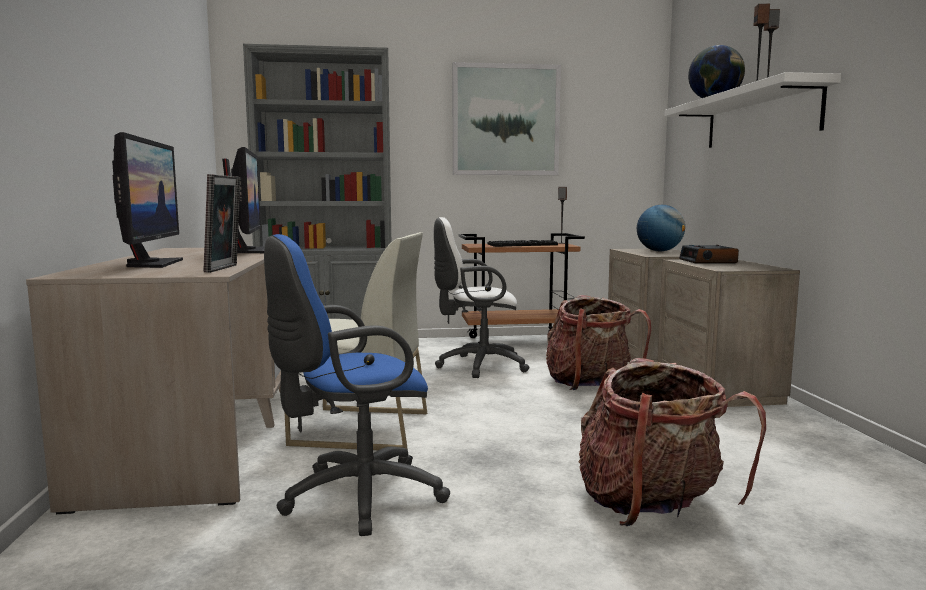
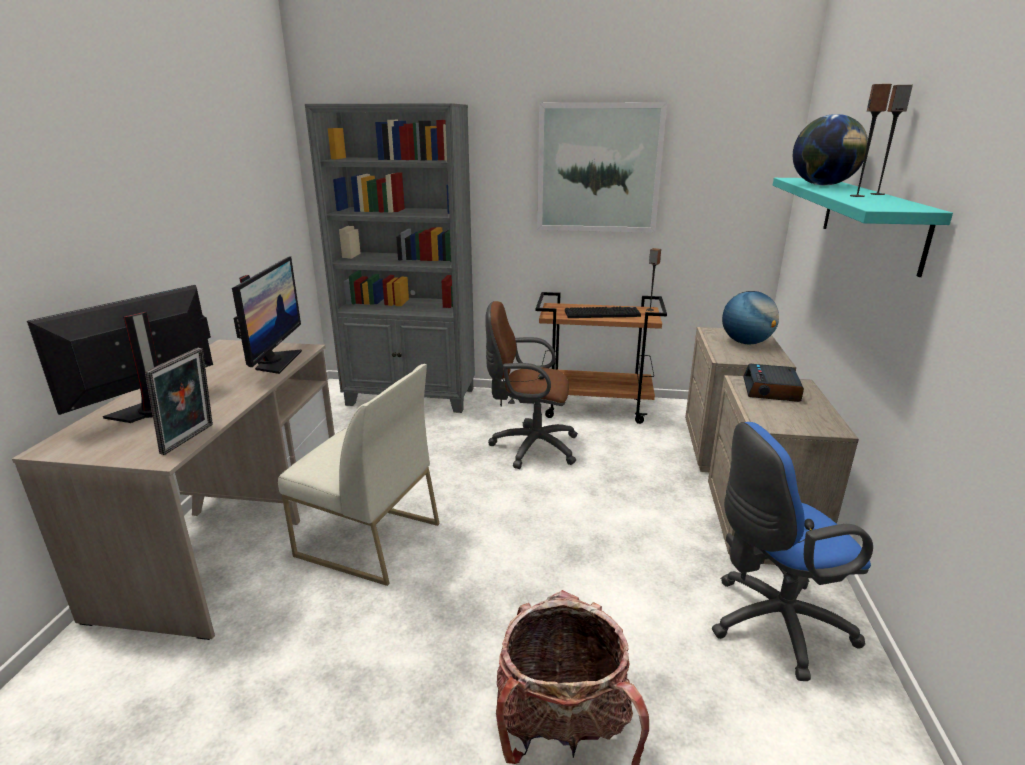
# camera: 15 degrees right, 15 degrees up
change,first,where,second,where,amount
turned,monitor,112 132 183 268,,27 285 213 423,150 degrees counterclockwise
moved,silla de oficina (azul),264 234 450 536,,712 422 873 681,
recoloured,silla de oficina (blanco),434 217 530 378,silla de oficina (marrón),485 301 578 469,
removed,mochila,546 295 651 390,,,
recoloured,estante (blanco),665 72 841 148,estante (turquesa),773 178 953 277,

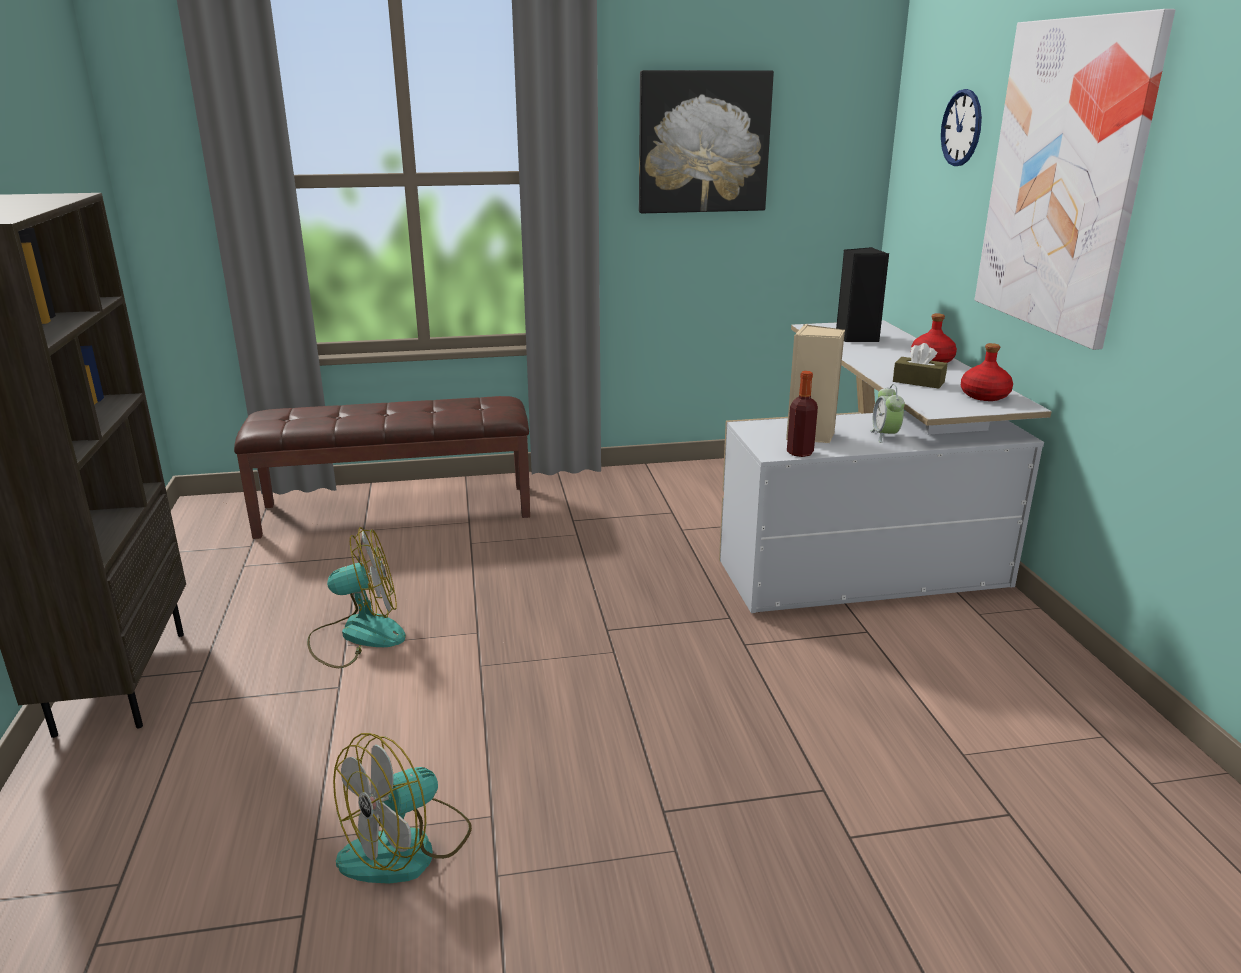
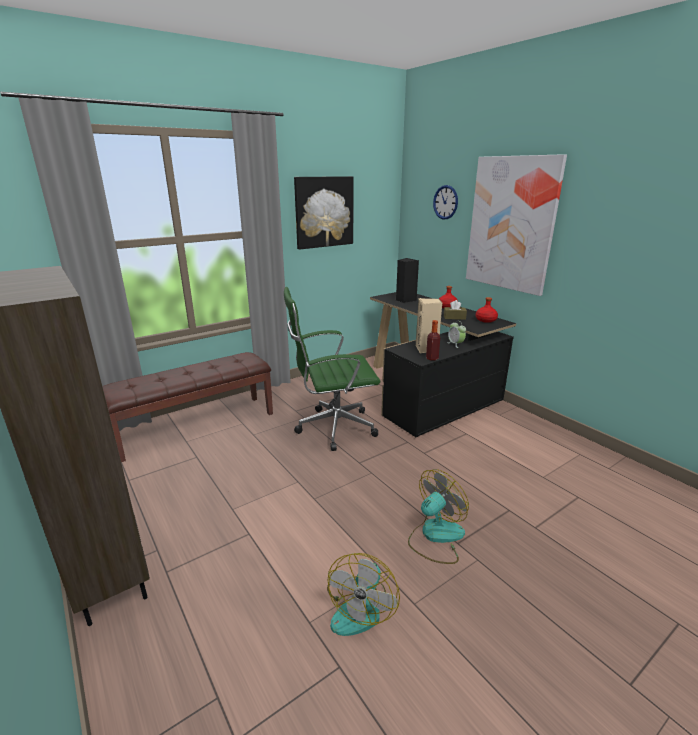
# camera: 25 degrees left, 0 degrees up
change,first,where,second,where,amount
moved,ventilador,307 527 406 668,,408 469 469 564,
recoloured,escritorio (blanco),719 320 1052 613,escritorio (negro),370 292 516 437,
added,,,silla de oficina (verde),284 287 380 451,

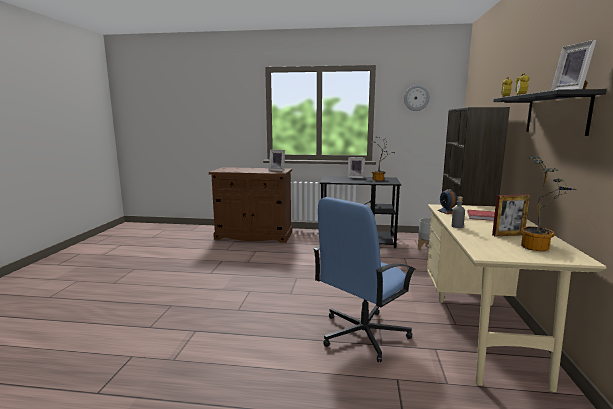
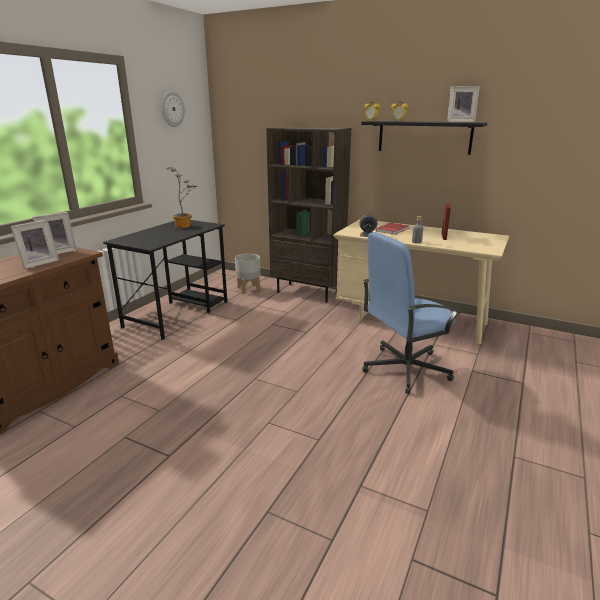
# camera: 70 degrees left, 10 degrees up
change,first,where,second,where,amount
turned,silla de oficina (azul),313 197 416 362,,363 232 461 394,90 degrees clockwise
moved,portarretratos,347 157 365 178,,11 220 59 269,
removed,planta en maceta,520 157 577 251,,,

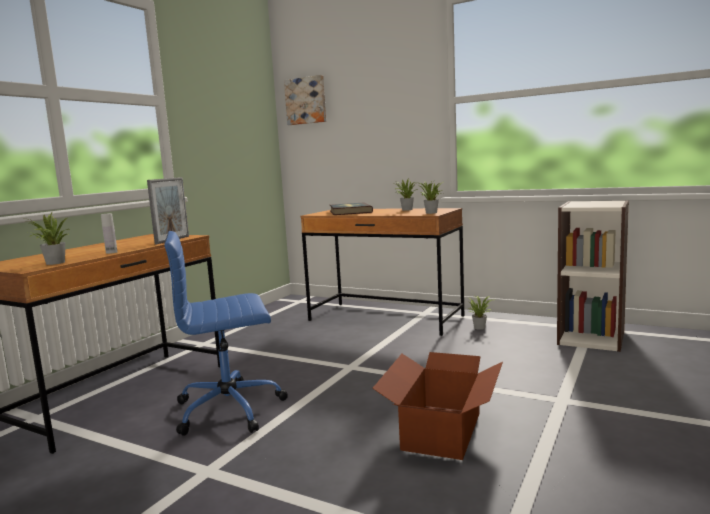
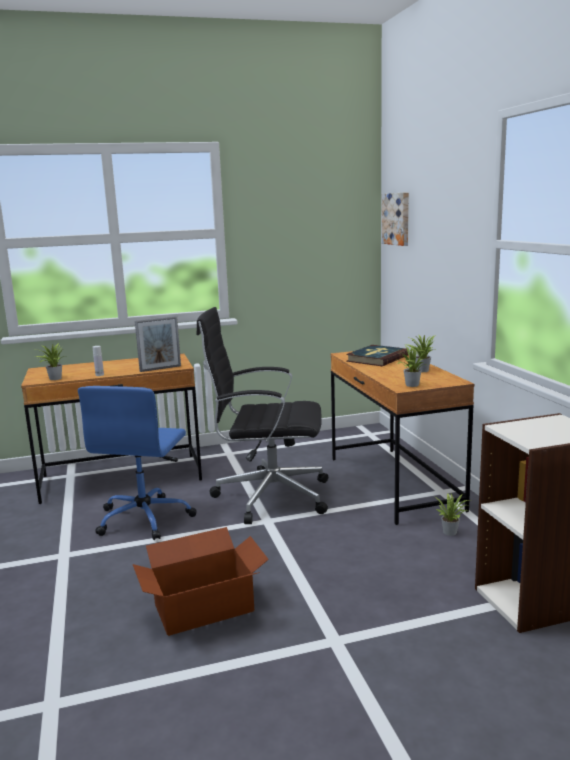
# camera: 45 degrees right, 5 degrees up
change,first,where,second,where,amount
turned,silla de oficina (azul),164 231 288 436,,78 386 197 540,105 degrees counterclockwise
added,,,silla de oficina (negro),196 307 328 524,

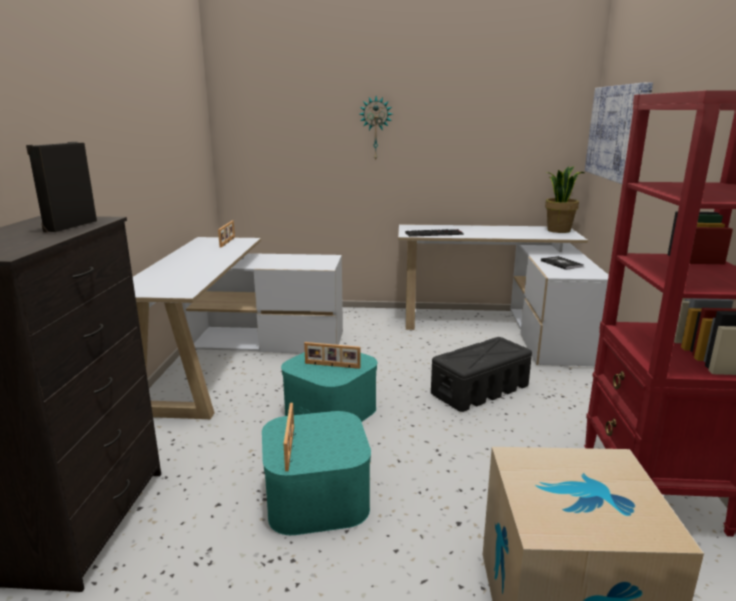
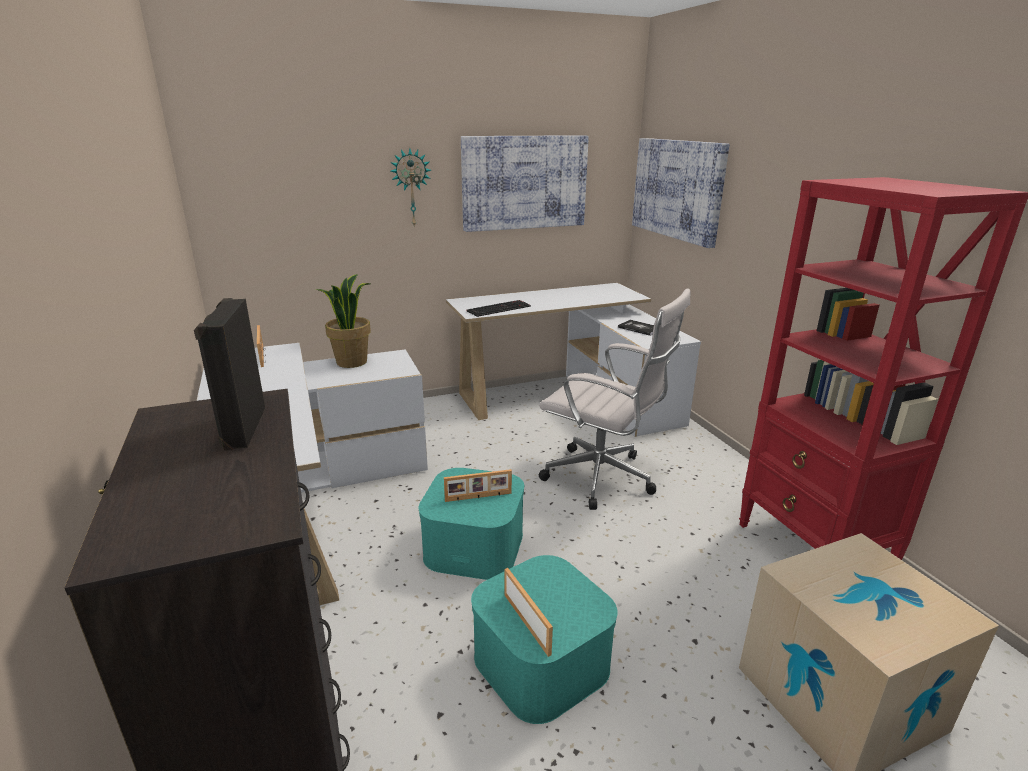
# camera: 25 degrees left, 5 degrees up
change,first,where,second,where,amount
replaced,caja de almacenaje (negro),431 337 532 412,silla de oficina (blanco),539 288 691 510,
moved,planta en maceta,545 166 584 233,,316 274 371 368,
added,,,cuadro,461 135 589 232,

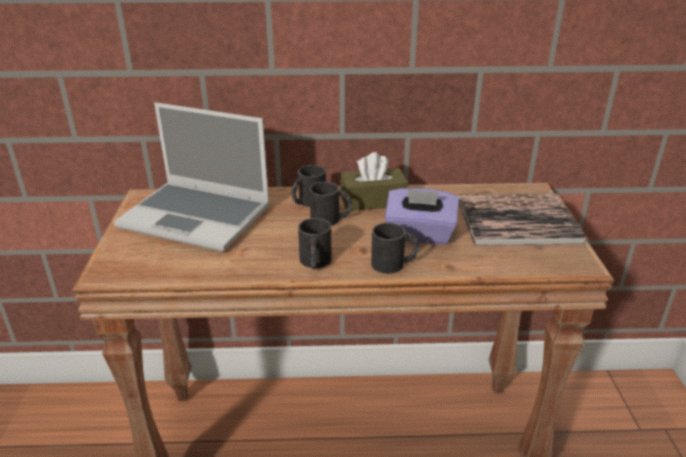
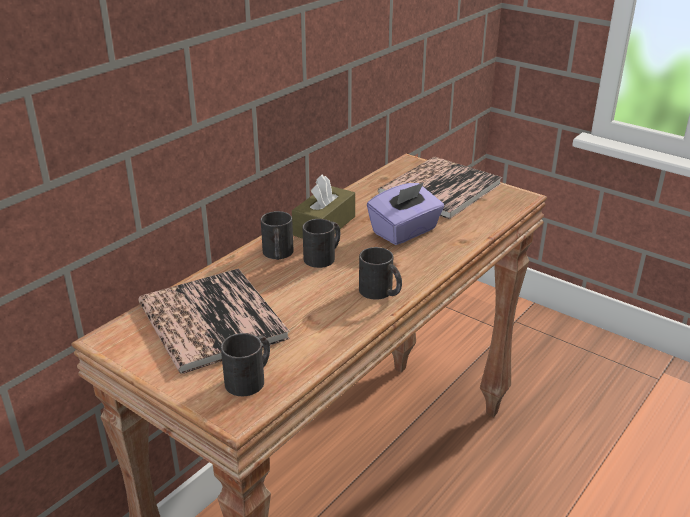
# camera: 50 degrees left, 0 degrees up
change,first,where,second,where,amount
replaced,portátil,114 102 270 252,libro,138 268 290 374,
moved,taza grande (negro),371 223 419 274,,221 333 270 396,

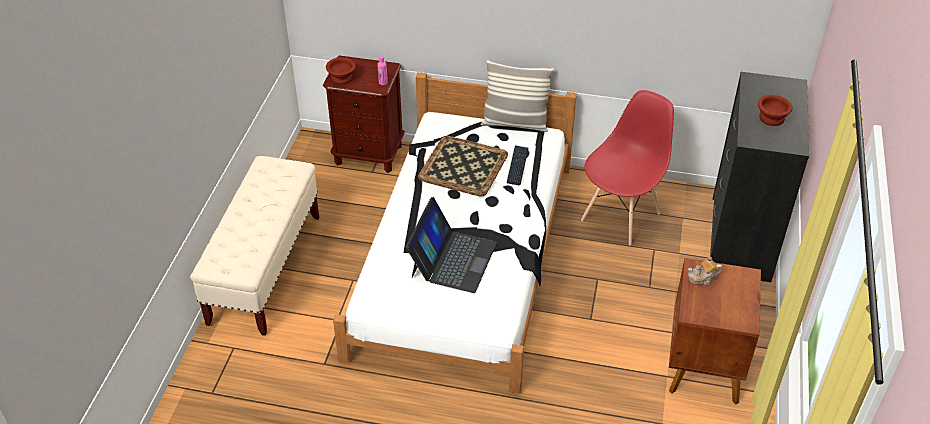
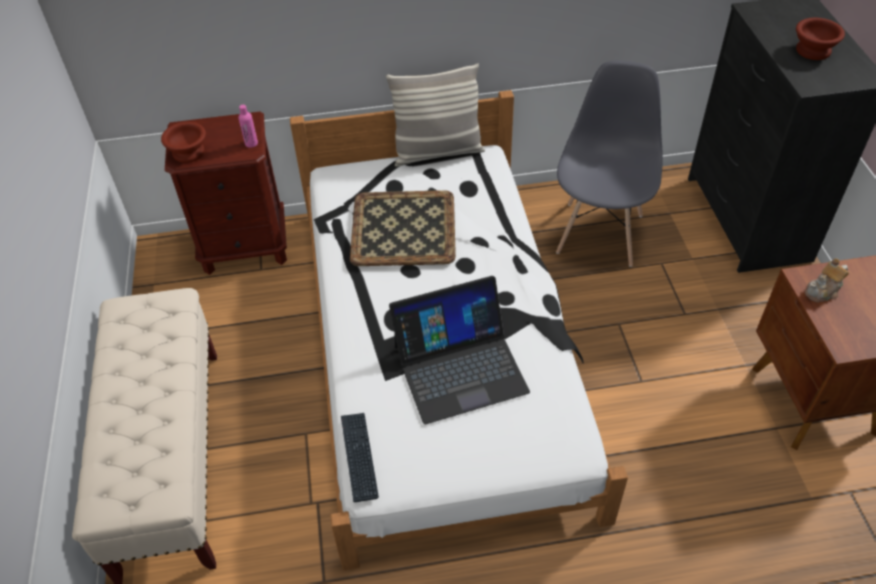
# camera: 20 degrees left, 5 degrees up
change,first,where,second,where,amount
turned,portátil,406 197 497 293,,389 276 530 424,75 degrees clockwise
moved,teclado,507 145 528 185,,341 413 379 502,
recoloured,silla (rojo),581 90 674 245,silla (gris),556 61 663 267,

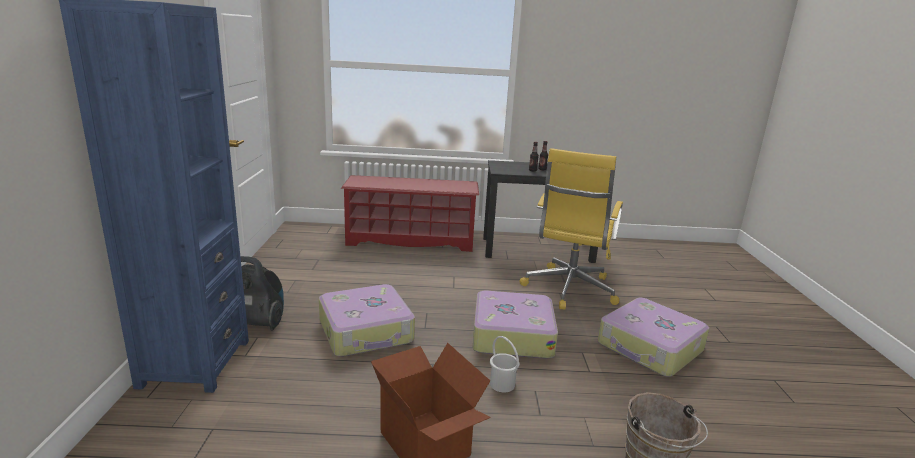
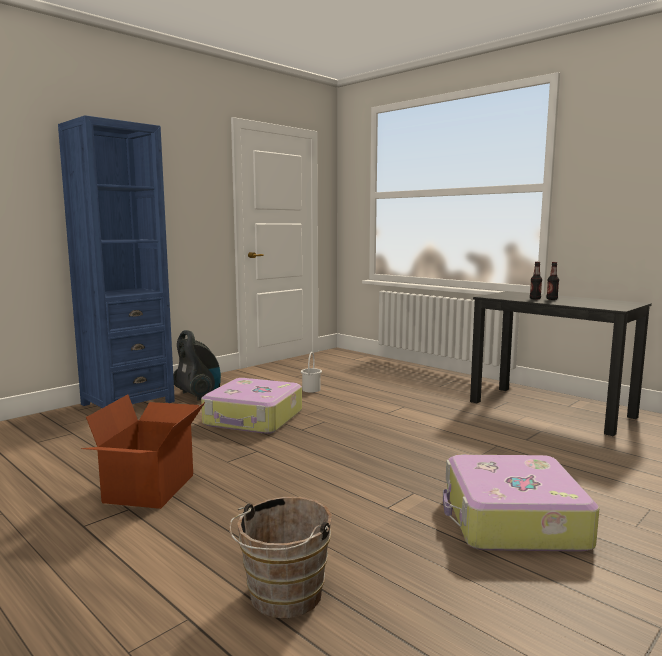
# camera: 45 degrees right, 10 degrees down
change,first,where,second,where,amount
removed,zapatero (rojo),341 175 479 252,,,
removed,maleta,473 290 558 359,,,
moved,cubo (blanco),490 336 519 393,,301 352 322 393,
removed,silla de oficina (amarillo),519 148 623 310,,,

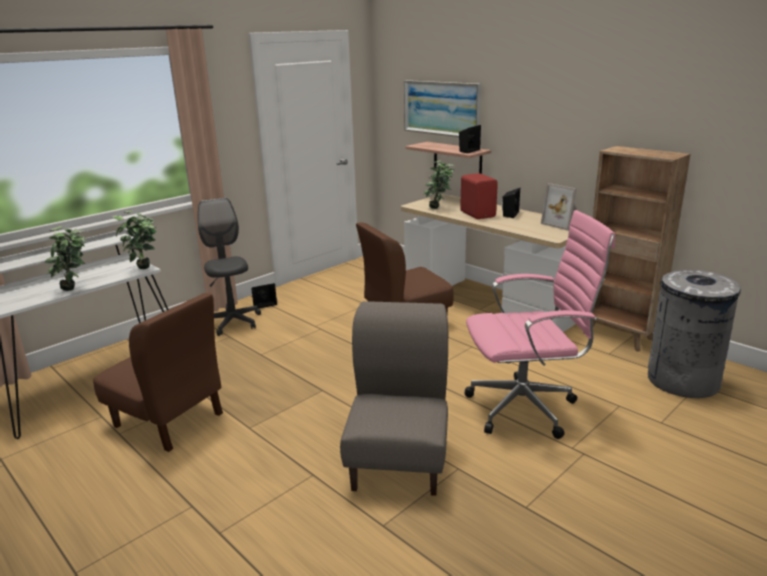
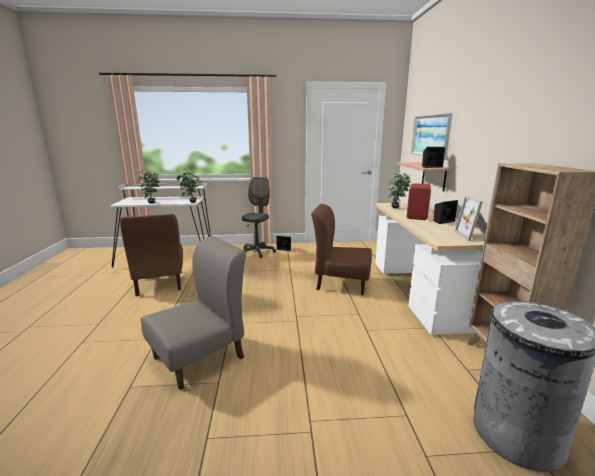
# camera: 40 degrees right, 5 degrees down
change,first,where,second,where,amount
removed,silla de oficina (rosa),465 210 615 439,,,

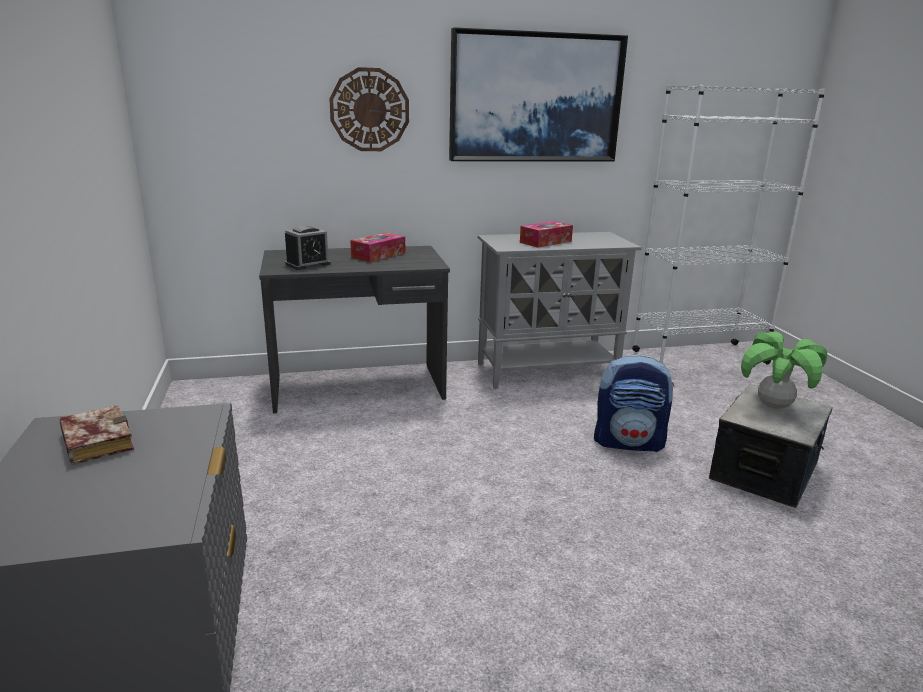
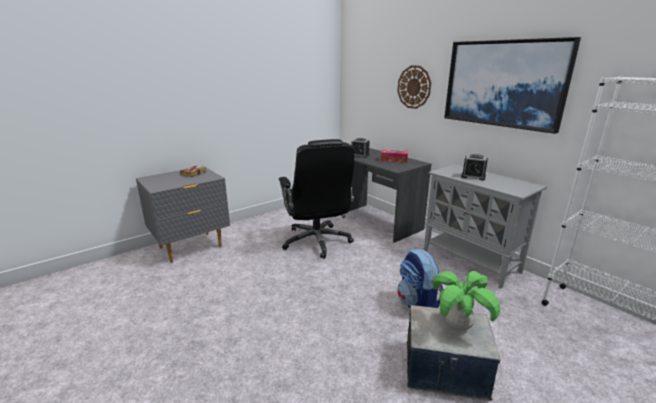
# camera: 65 degrees right, 0 degrees up
change,first,where,second,where,amount
replaced,caja de pañuelos,520 221 573 247,despertador,461 154 488 180,
added,,,silla de oficina (negro),279 139 355 259,

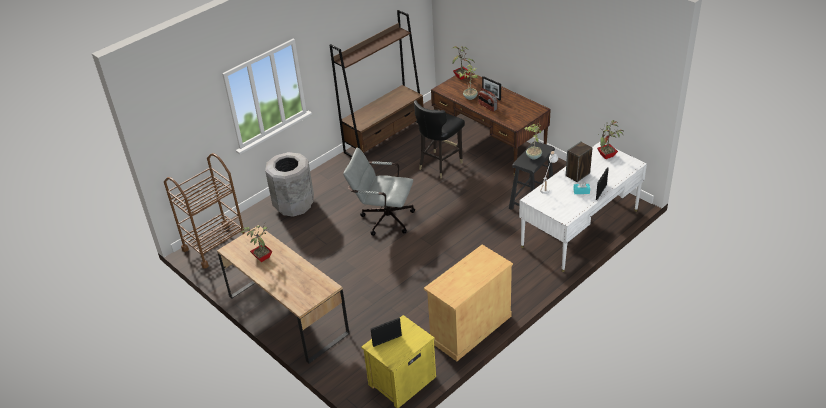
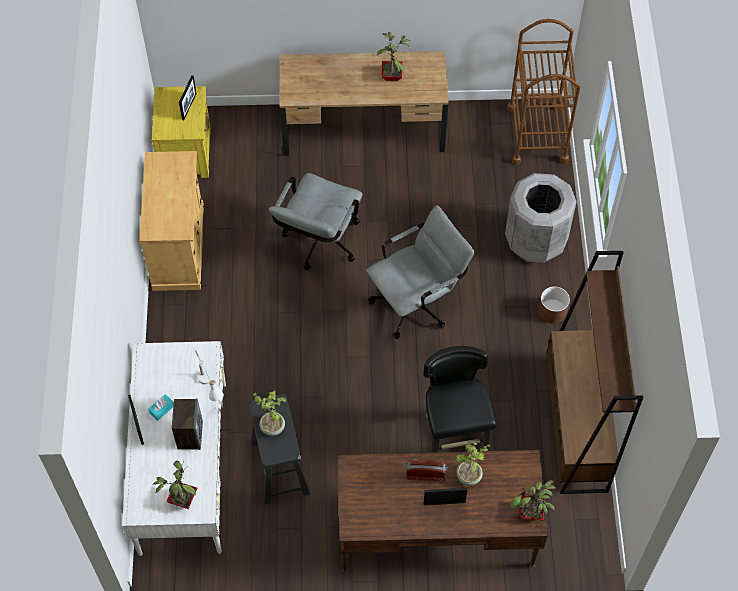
# camera: 130 degrees right, 20 degrees up
change,first,where,second,where,amount
added,,,silla de oficina (gris),269 173 363 270,
added,,,maceta (marrón),538 286 570 324,

